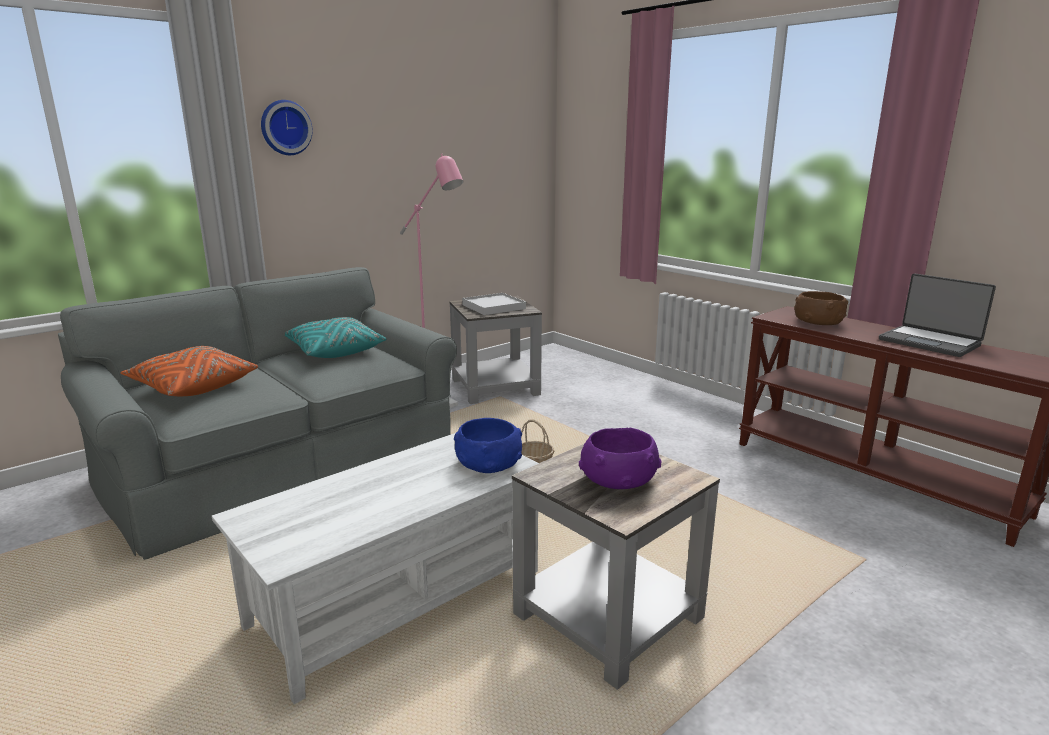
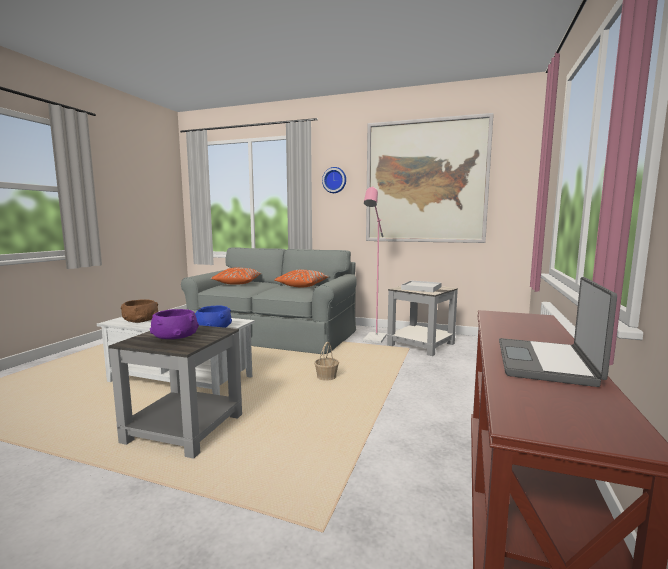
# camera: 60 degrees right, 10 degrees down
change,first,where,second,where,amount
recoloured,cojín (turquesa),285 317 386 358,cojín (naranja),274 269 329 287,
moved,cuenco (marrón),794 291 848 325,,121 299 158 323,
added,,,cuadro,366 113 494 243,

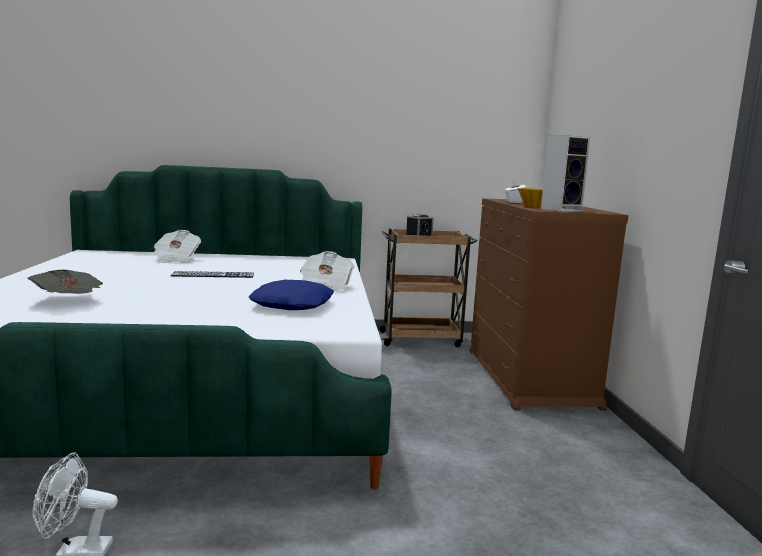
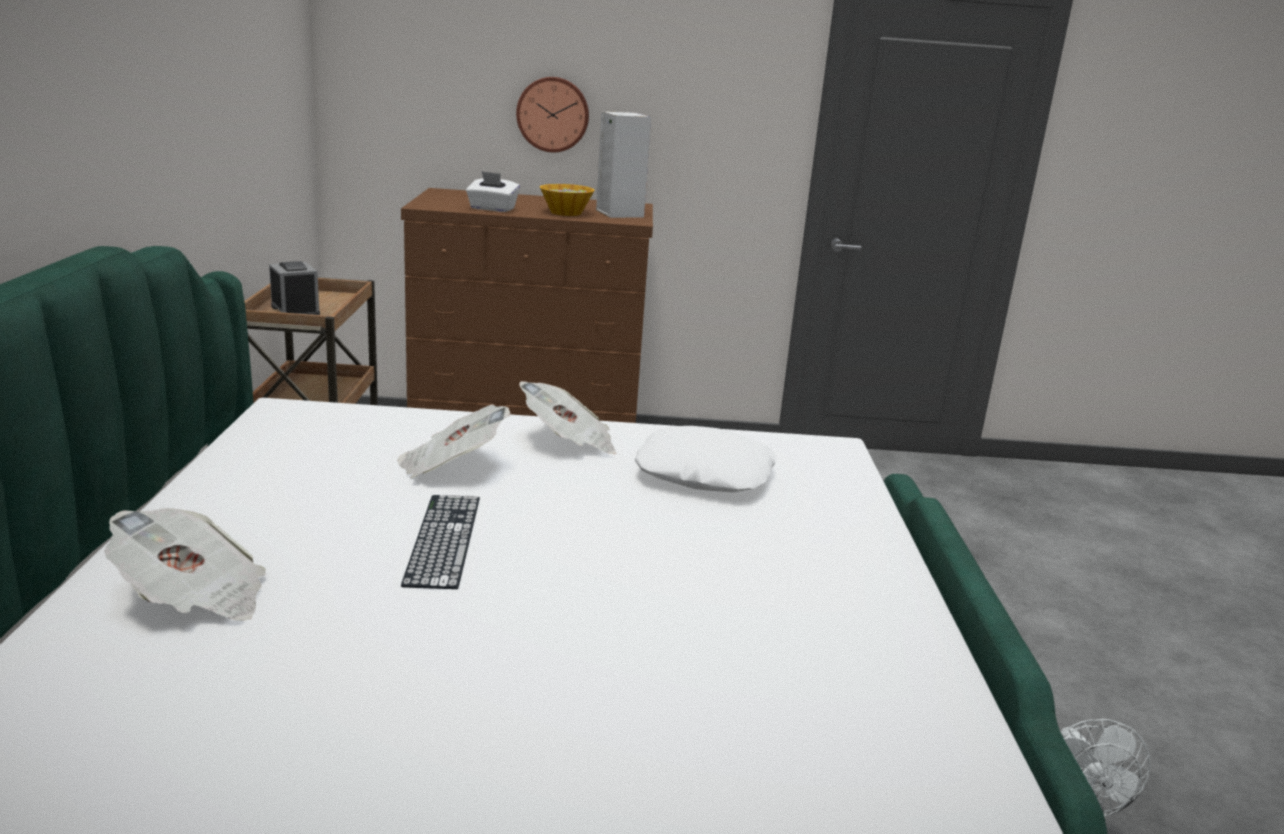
# camera: 85 degrees left, 10 degrees up
change,first,where,second,where,amount
moved,periódico,27 270 103 294,,397 404 510 478,
recoloured,cojín (azul),249 280 334 310,cojín (blanco),635 426 776 492,
added,,,reloj de pared,516 77 589 152,

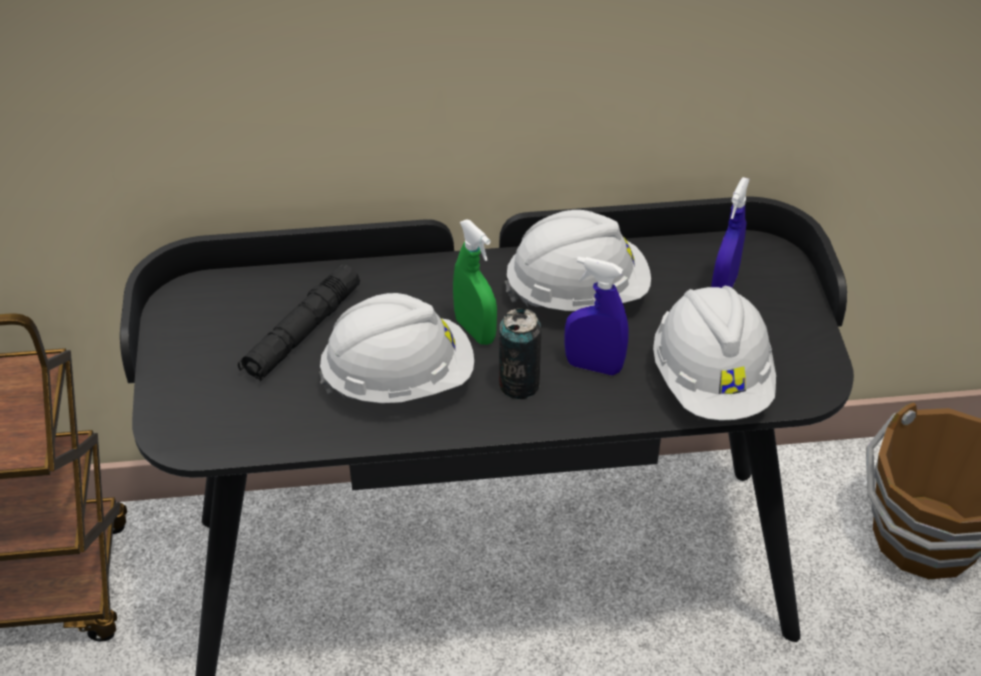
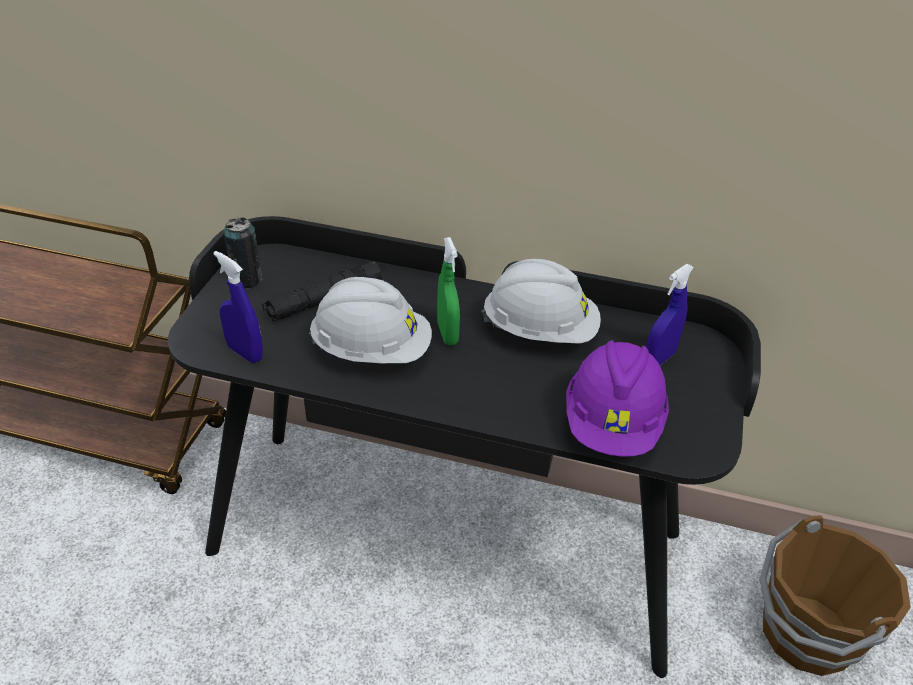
# camera: 20 degrees right, 5 degrees down
change,first,where,second,where,amount
moved,lata,499 308 542 399,,223 218 263 289,
moved,pulverizador (azul),565 257 629 375,,213 251 263 363,
recoloured,casco (blanco),653 286 776 420,casco (morado),566 340 669 457,

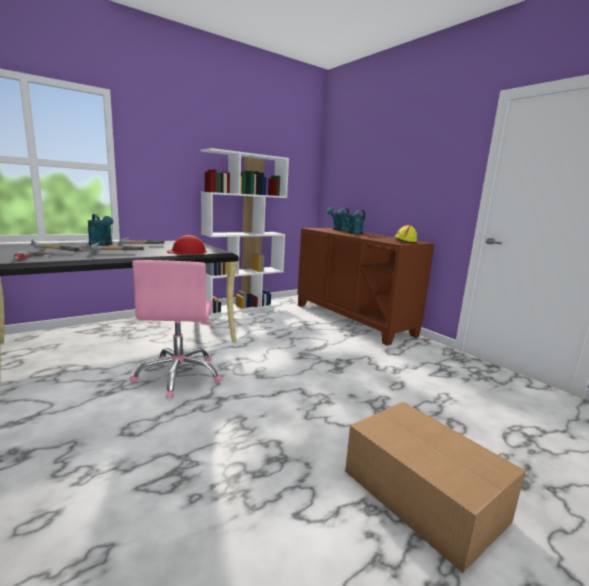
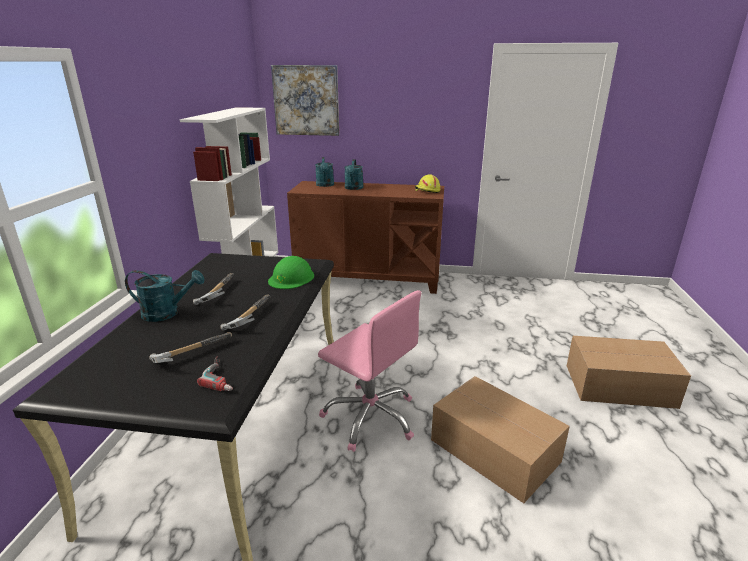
# camera: 45 degrees left, 10 degrees up
change,first,where,second,where,amount
recoloured,casco (rojo),167 235 207 254,casco (verde),268 256 314 289,
added,,,cuadro,271 65 339 136,
added,,,caja de cartón,431 376 570 503,

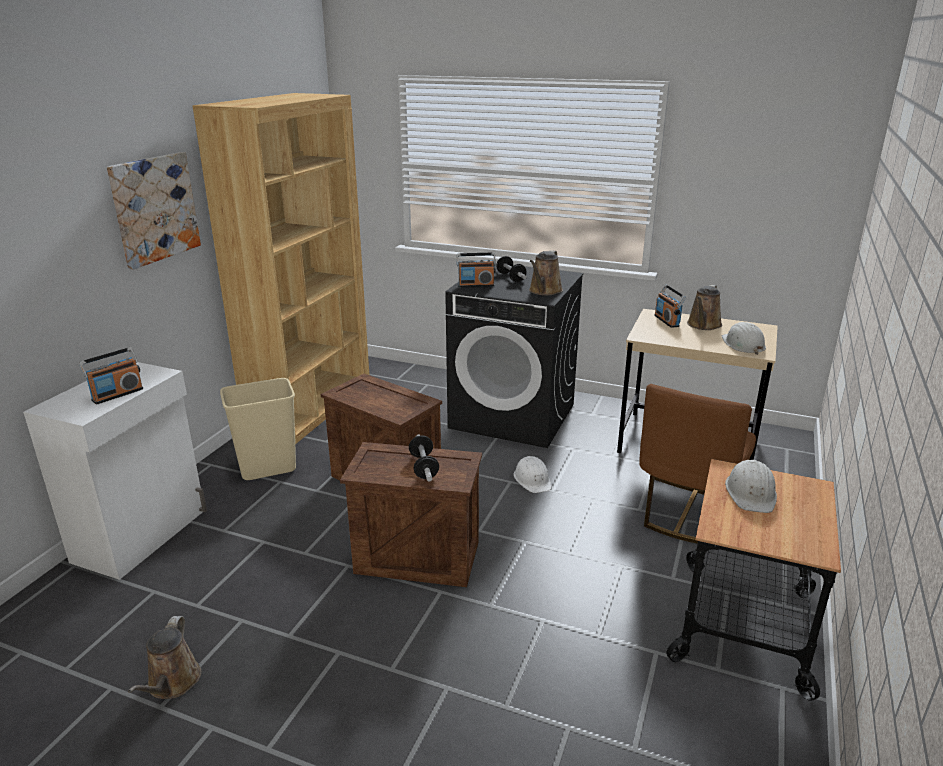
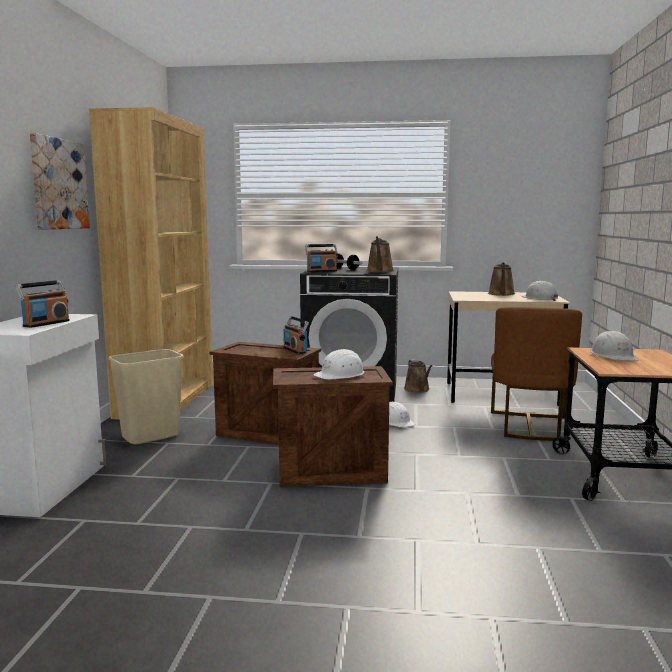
# camera: 15 degrees left, 15 degrees down
change,first,where,second,where,amount
moved,regadera (marrón),128 616 201 699,,404 359 433 393,
replaced,mancuerna,409 434 439 481,casco (blanco),313 349 364 380,
moved,radio,654 284 686 328,,283 316 309 354,

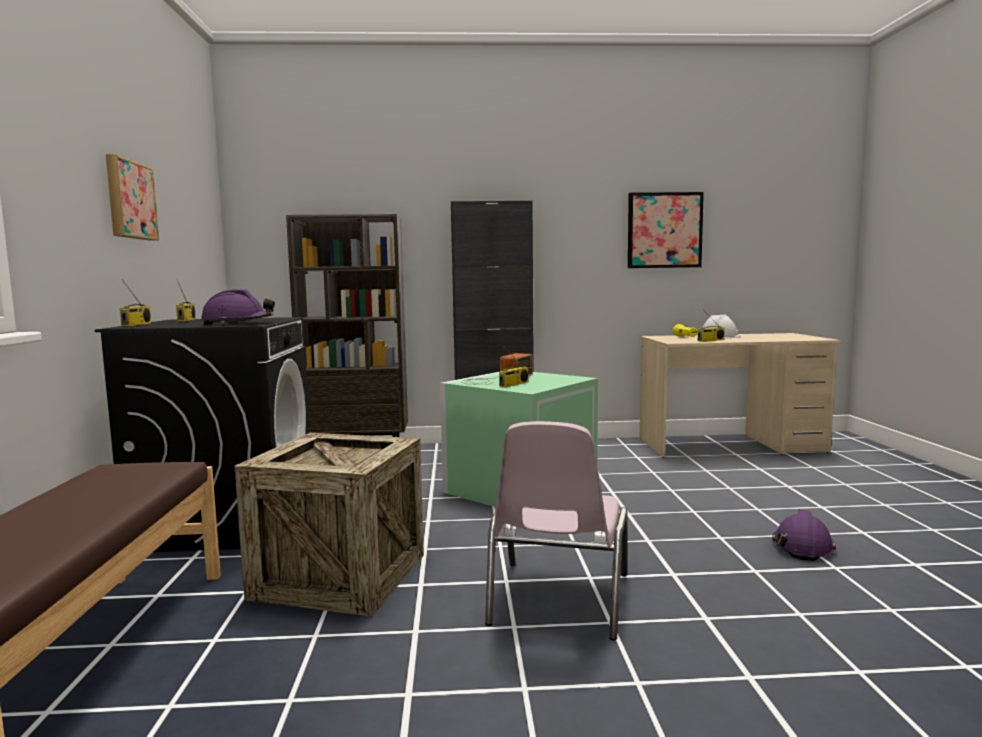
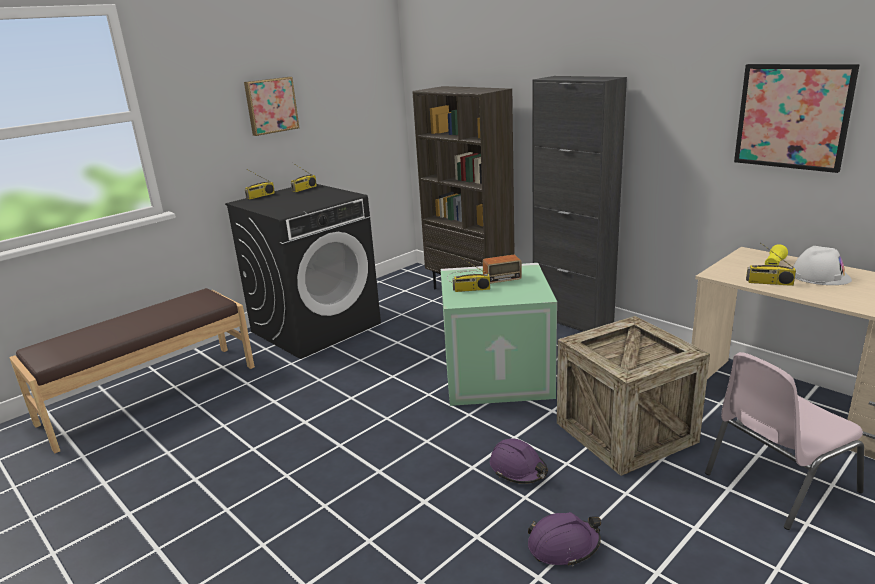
# camera: 50 degrees right, 15 degrees up
change,first,where,second,where,amount
moved,casco (morado),201 289 275 325,,490 439 548 484,
moved,caja de embalaje,235 433 424 617,,557 316 710 476,
moved,silla (rosa),485 421 628 640,,705 352 864 530,

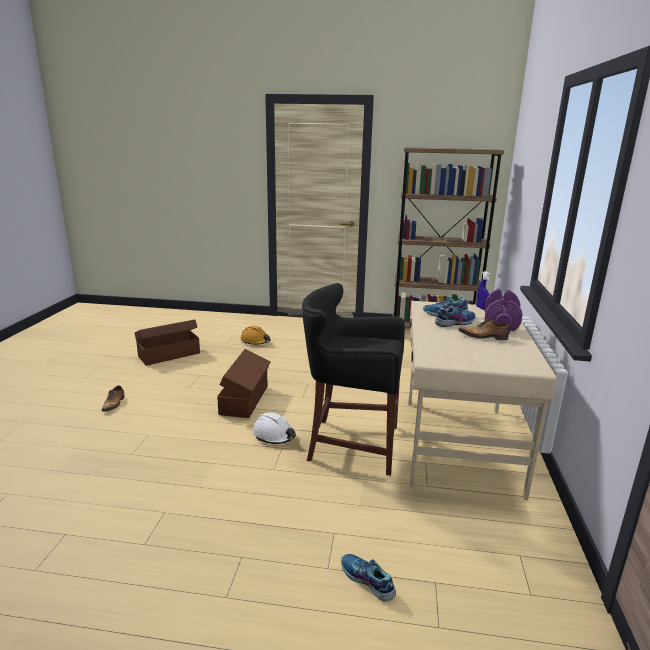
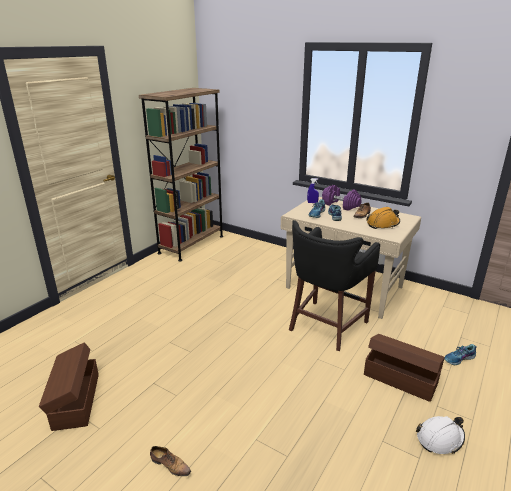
# camera: 65 degrees left, 5 degrees up
change,first,where,second,where,amount
moved,caja de almacenaje (marrón),217 349 271 418,,364 334 445 402,
moved,casco (naranja),240 326 271 345,,366 207 400 229,
moved,casco (blanco),253 412 296 444,,416 416 465 454,

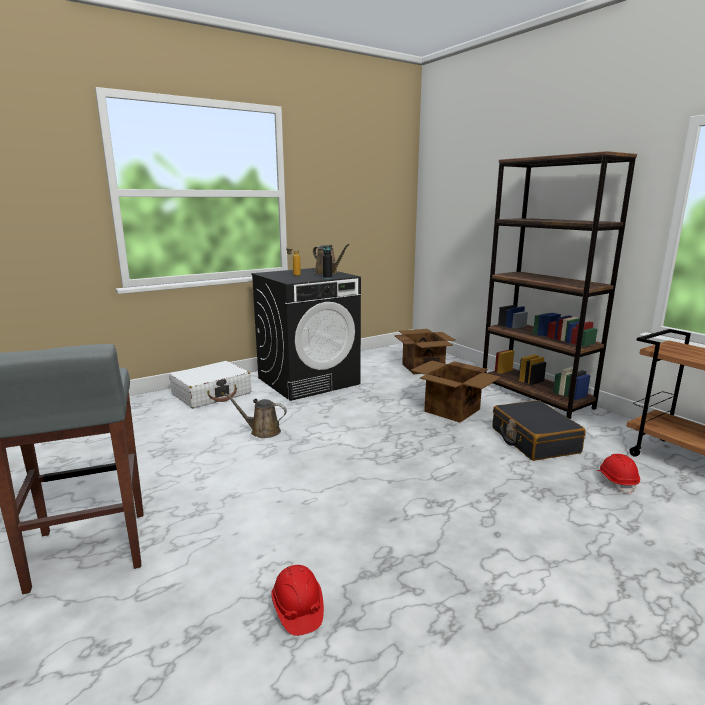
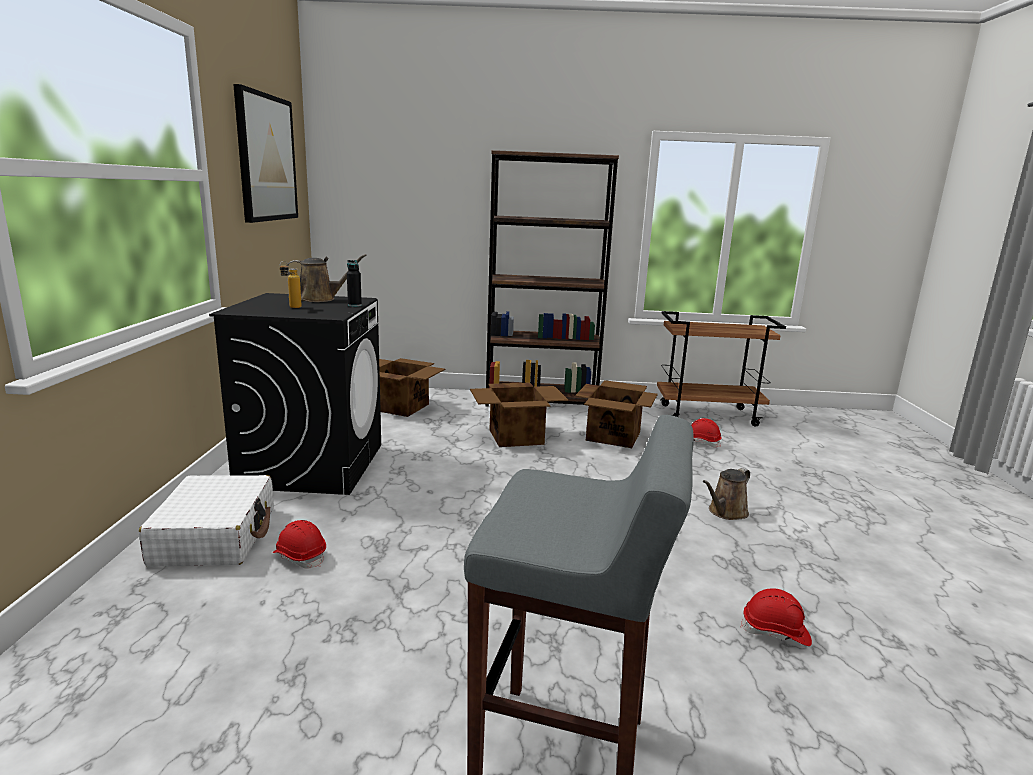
# camera: 55 degrees left, 0 degrees up
change,first,where,second,where,amount
moved,regadera (marrón),225 393 287 438,,703 468 750 520,
replaced,maleta (negro),493 400 586 461,caja de cartón,575 380 658 448,
added,,,cuadro,233 84 298 223,
added,,,casco (rojo),273 520 326 569,

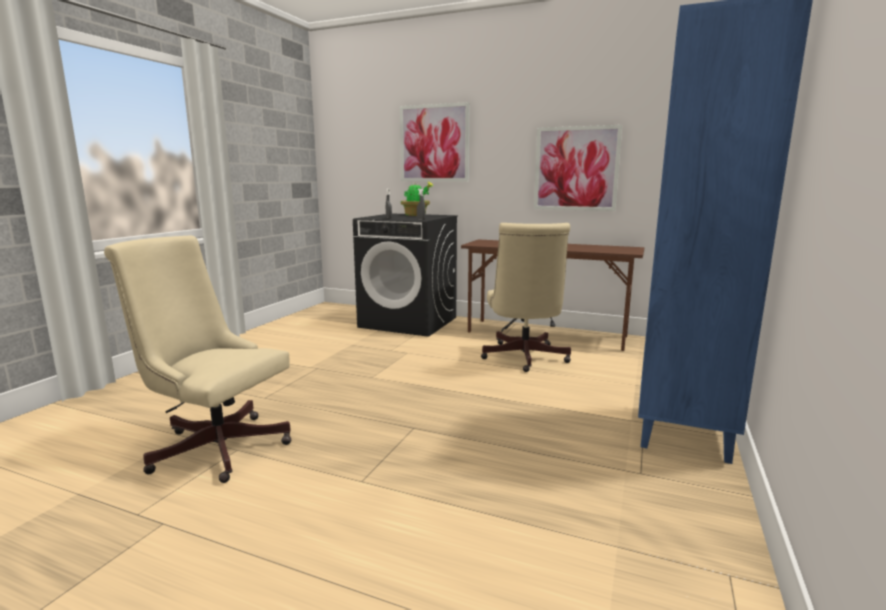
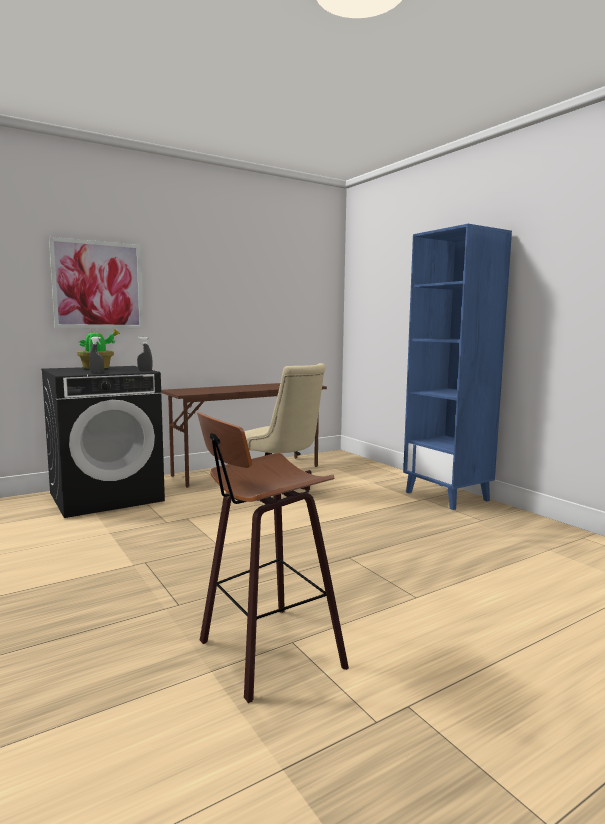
# camera: 55 degrees left, 5 degrees down
change,first,where,second,where,amount
replaced,silla de oficina (beis),104 235 292 483,taburete,197 412 349 703,
removed,cuadro,534 125 622 211,,,

